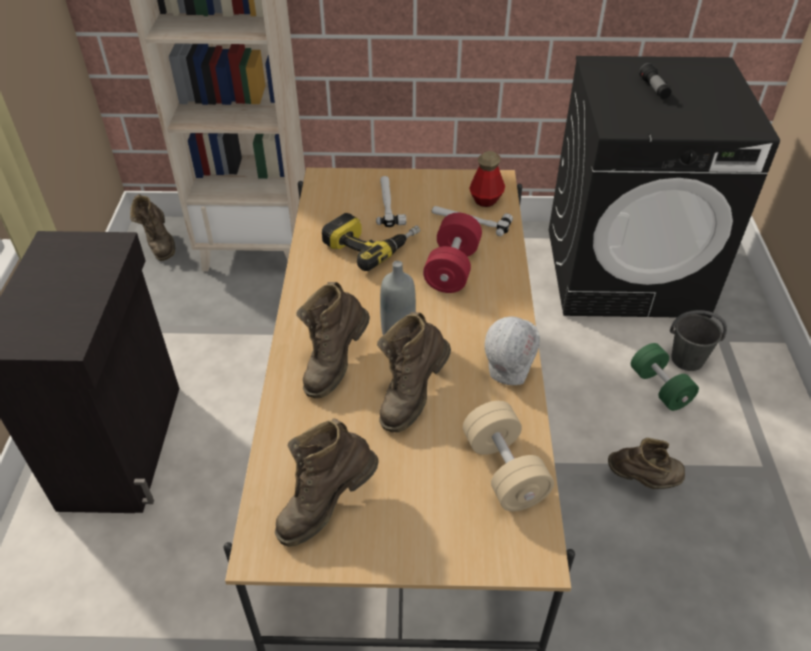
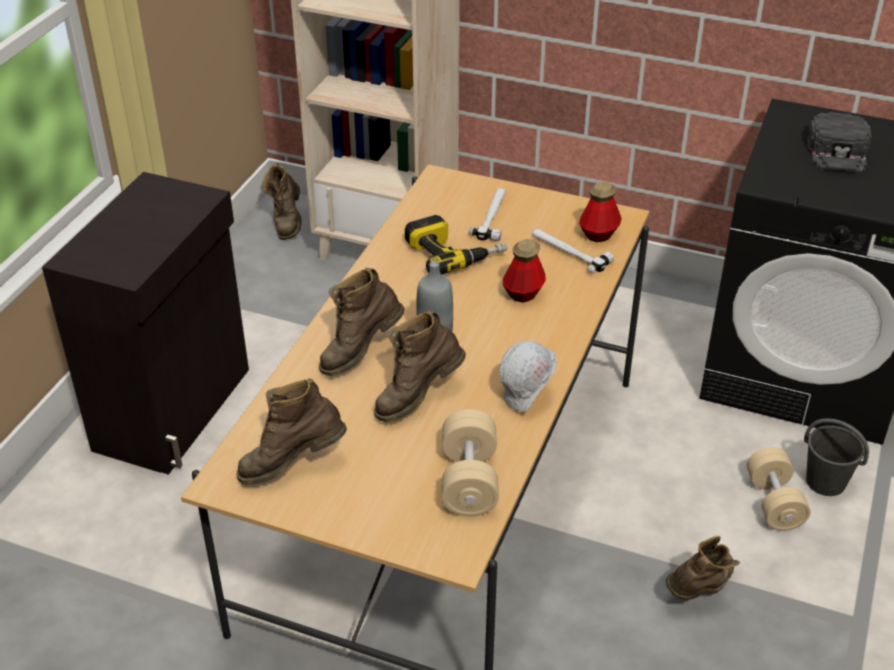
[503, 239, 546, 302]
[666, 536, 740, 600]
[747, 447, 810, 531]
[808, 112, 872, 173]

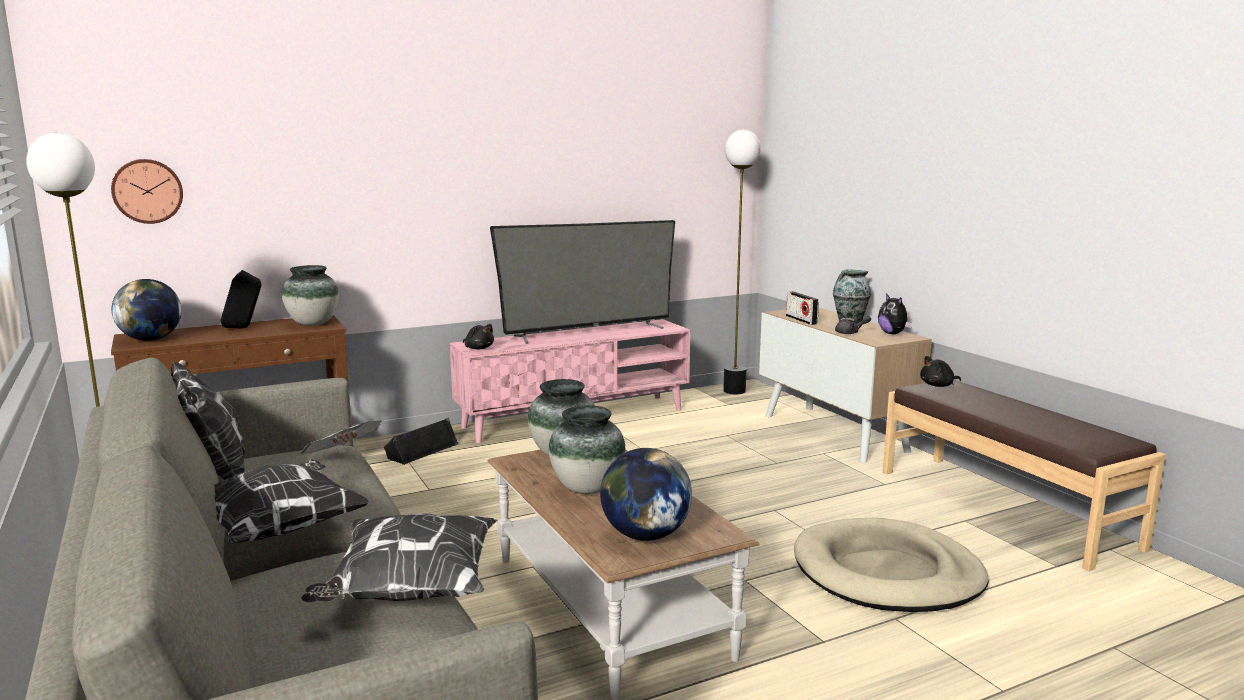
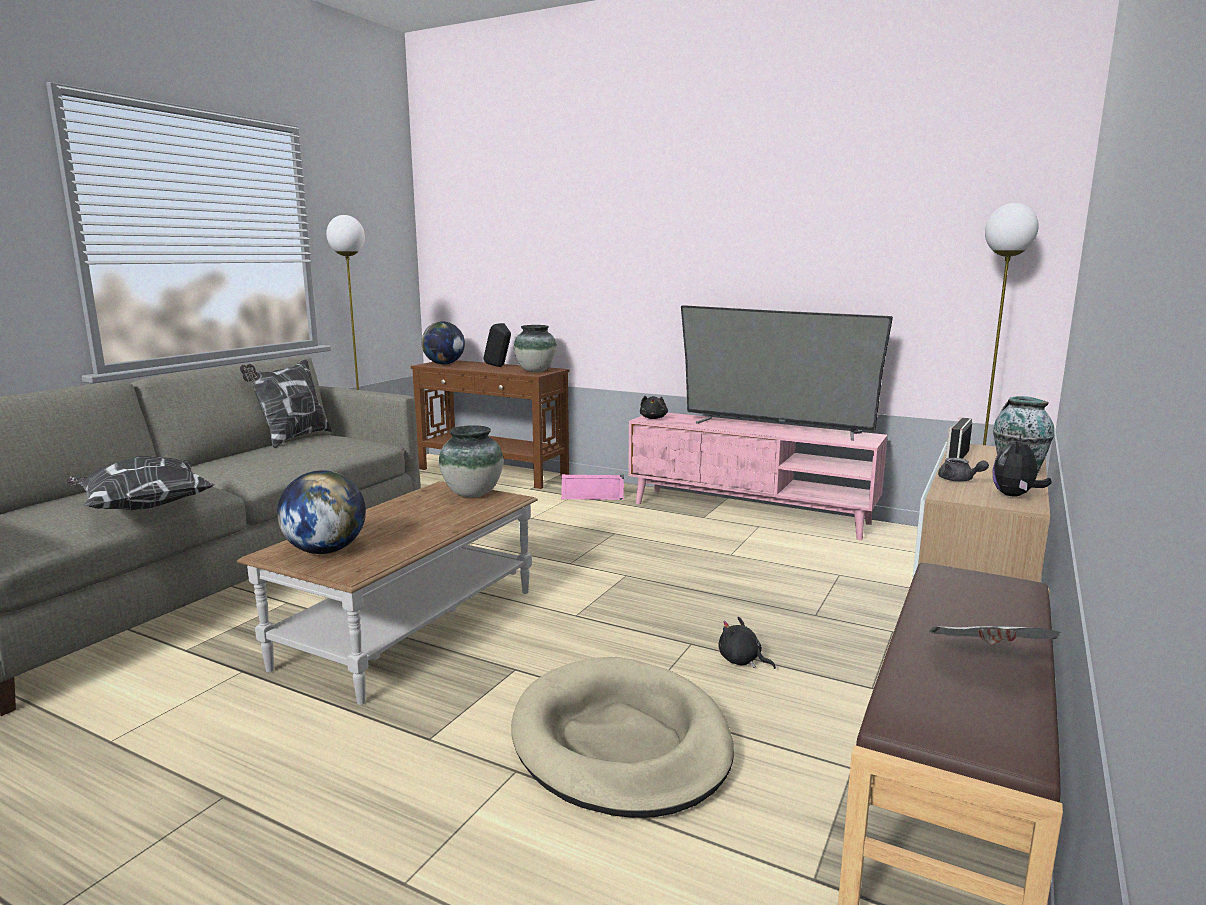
[111, 159, 183, 224] (first image)
[214, 459, 370, 544] (first image)
[929, 626, 1061, 645]
[561, 474, 624, 500]
[549, 405, 625, 494] (first image)
[718, 617, 776, 669]

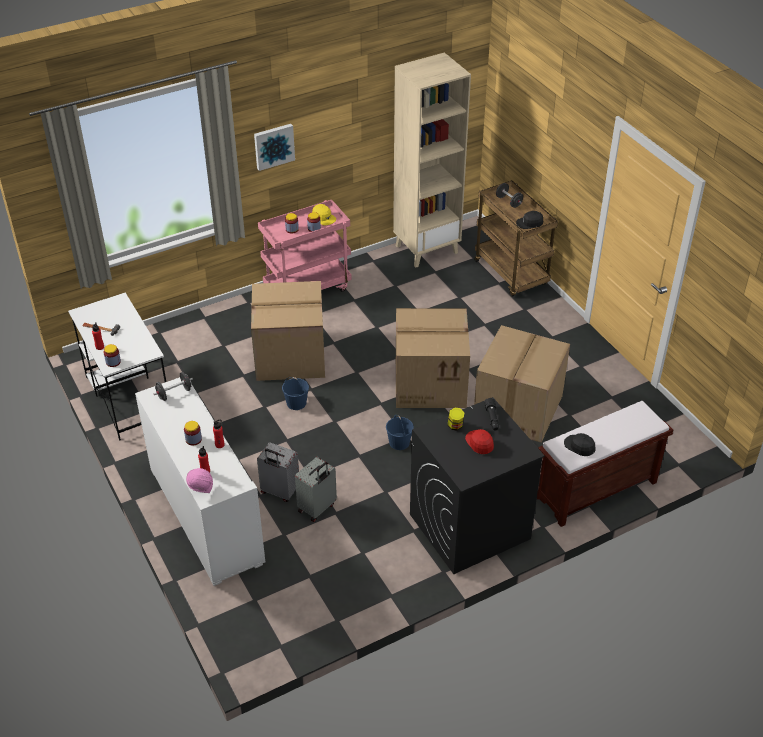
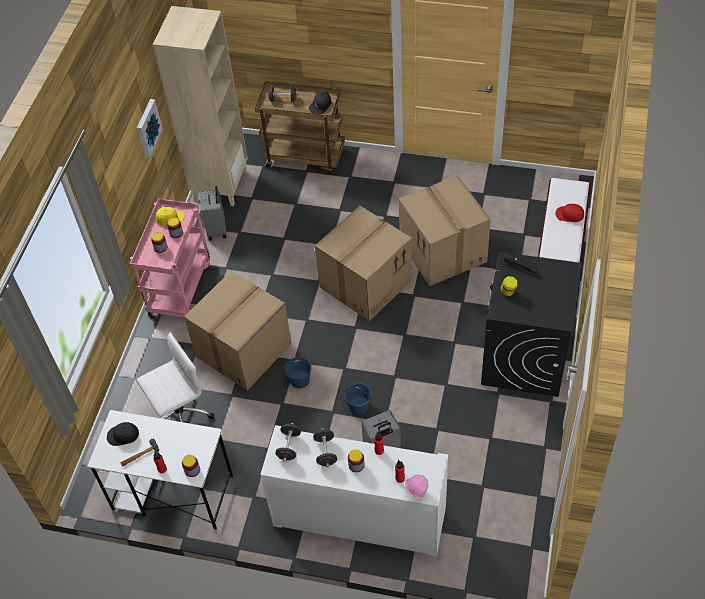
[137, 99, 163, 158]
[199, 186, 226, 240]
[344, 383, 372, 415]
[555, 204, 584, 222]
[107, 422, 139, 446]
[136, 332, 214, 422]
[313, 428, 337, 468]

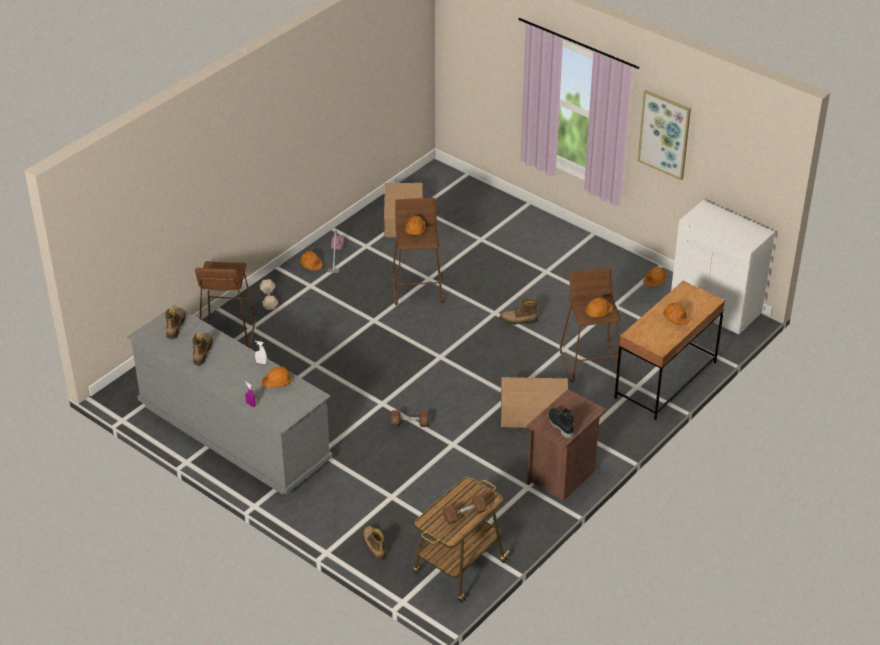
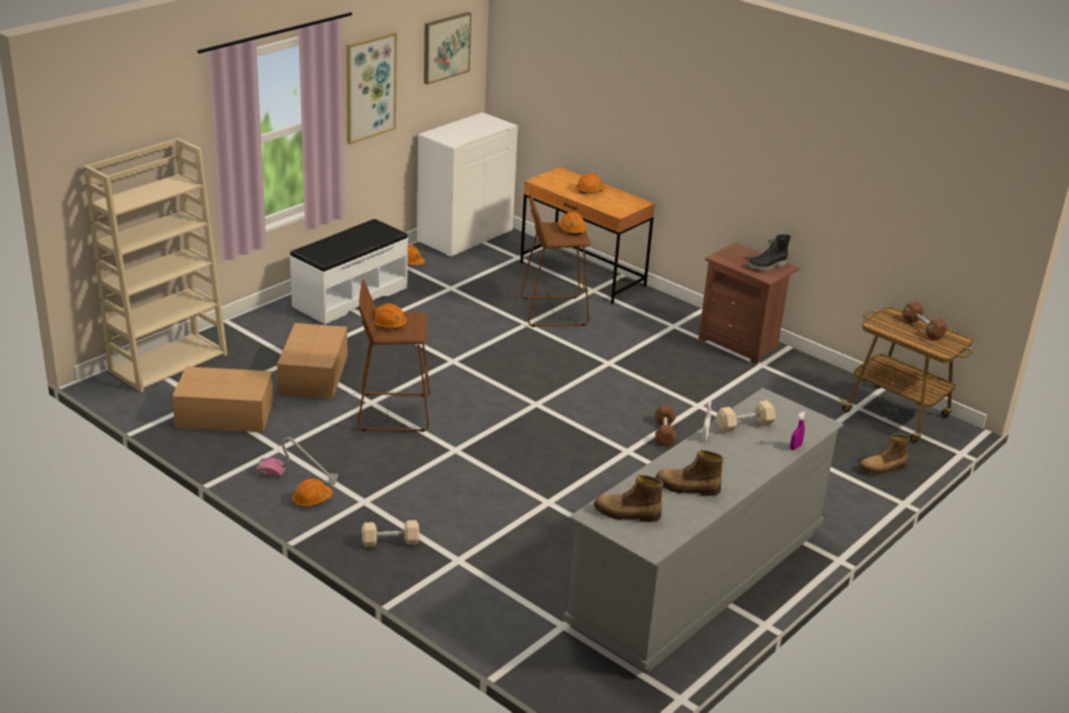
[195, 261, 256, 348] (first image)
[716, 400, 775, 433]
[499, 299, 538, 325] (first image)
[277, 323, 348, 399]
[84, 138, 228, 392]
[290, 219, 408, 324]
[424, 12, 471, 85]

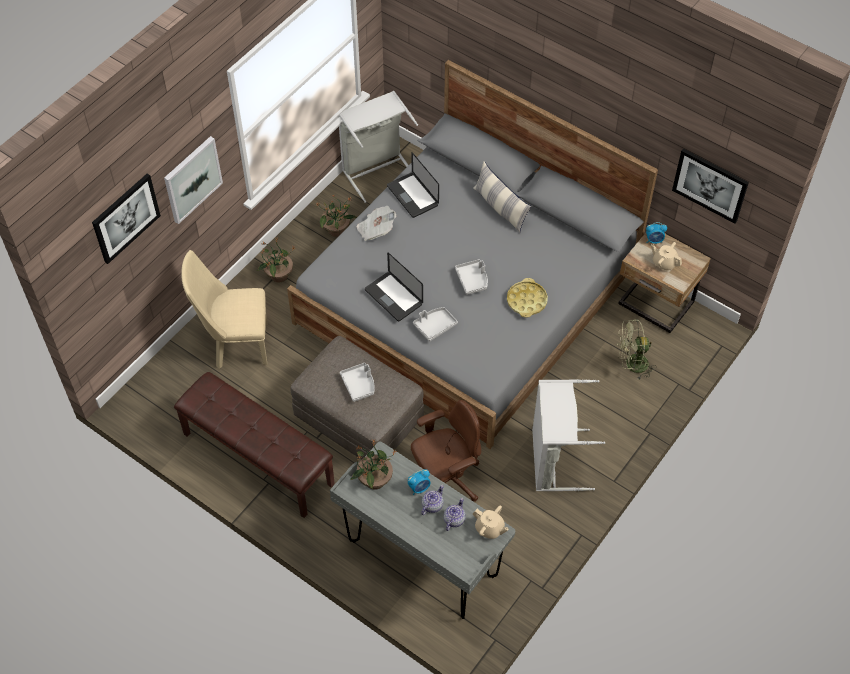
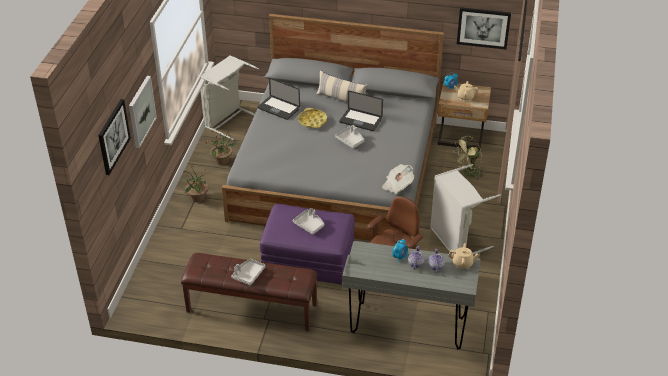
[181, 250, 268, 369] (first image)
[260, 204, 355, 284]
[350, 439, 397, 490] (first image)
[382, 164, 414, 194]
[339, 91, 383, 131]
[231, 259, 266, 286]
[298, 108, 327, 128]

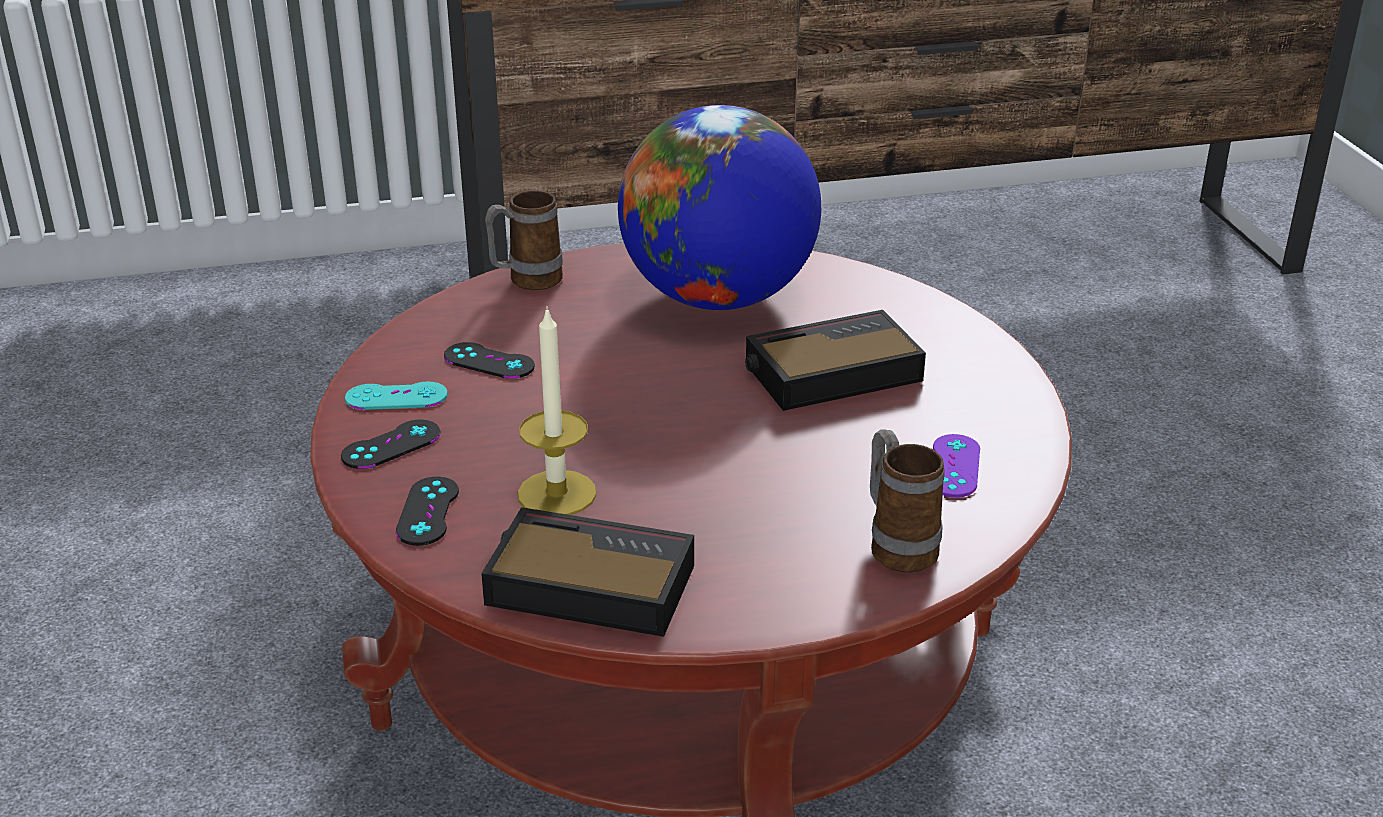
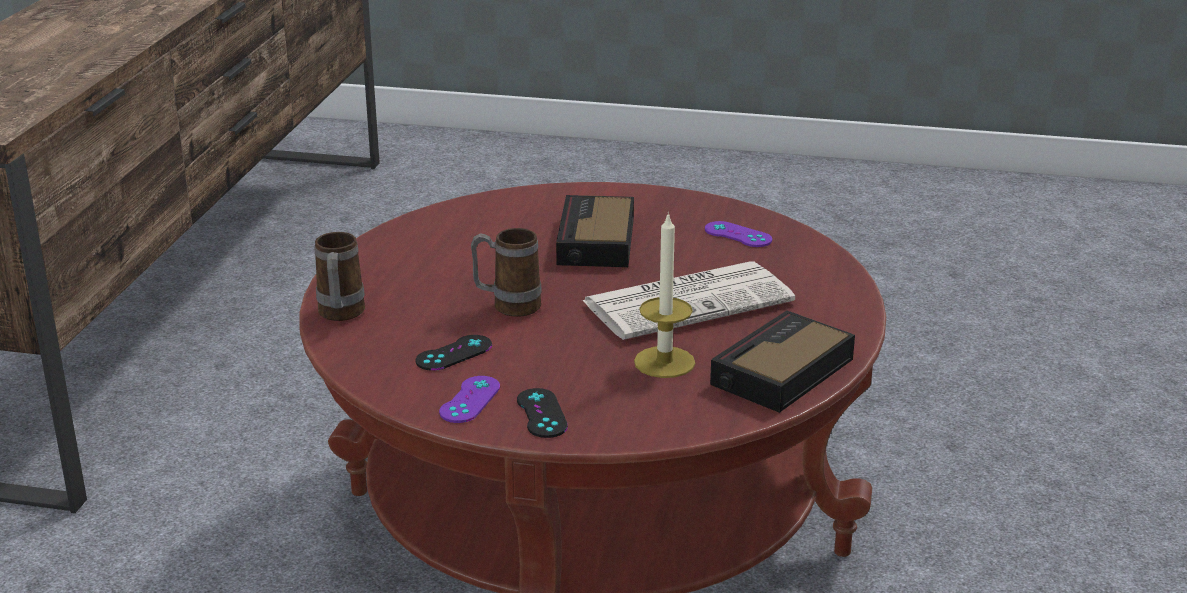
[439, 376, 500, 423]
[396, 476, 459, 546] (first image)
[618, 105, 821, 310] (first image)
[471, 228, 542, 317]
[581, 261, 795, 340]

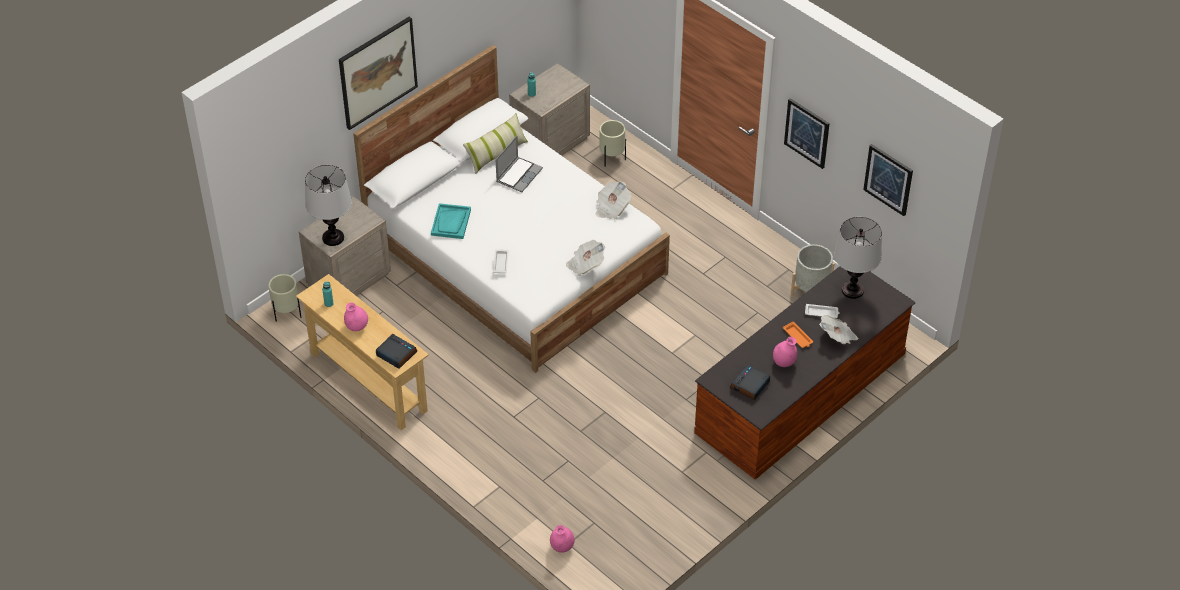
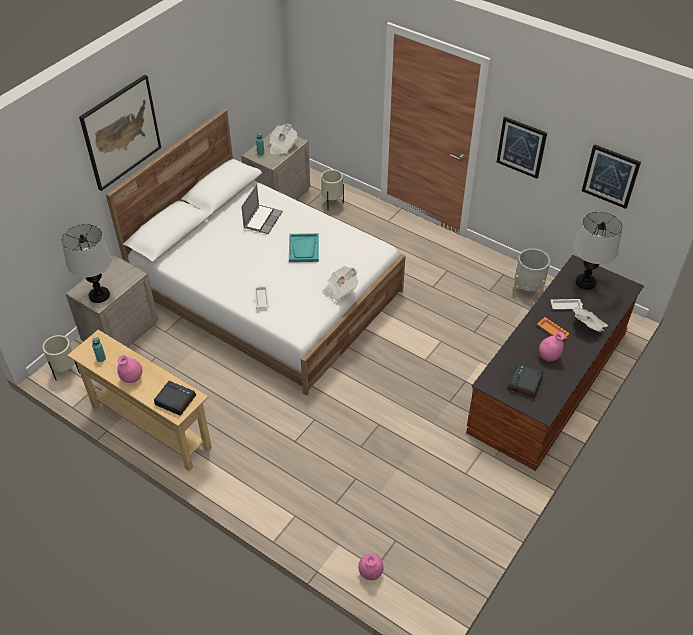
[289, 233, 319, 262]
[463, 113, 528, 174] (first image)
[269, 124, 297, 154]

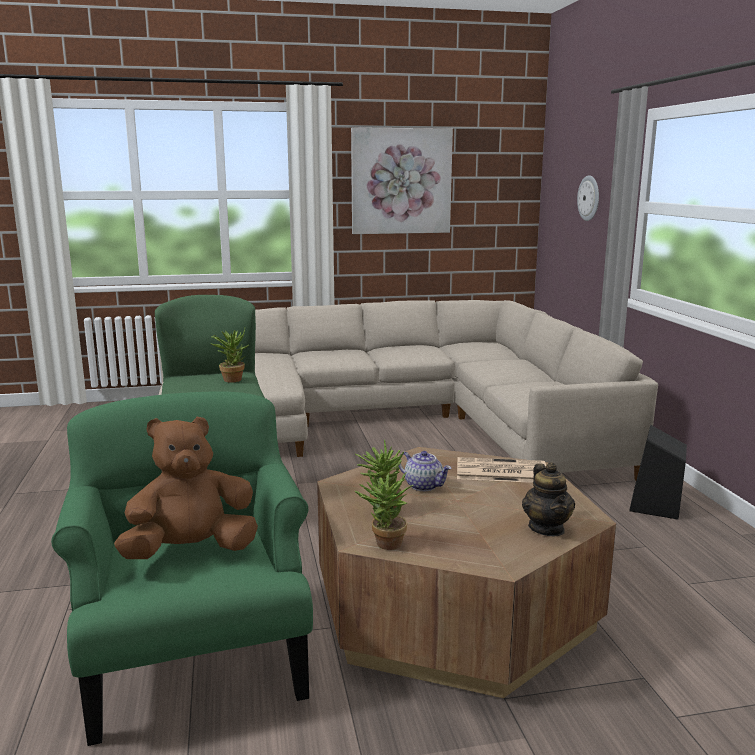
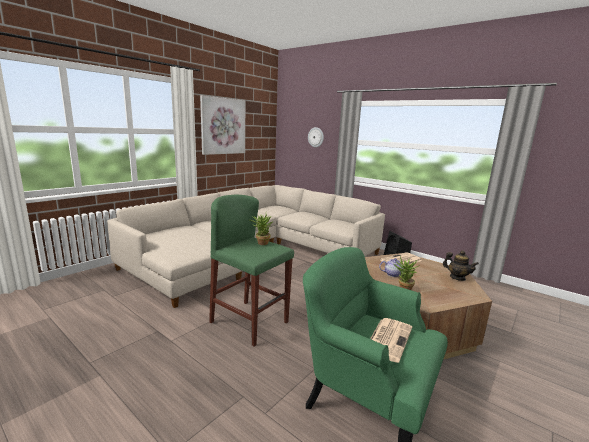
[370, 318, 412, 363]
[355, 470, 414, 550] (first image)

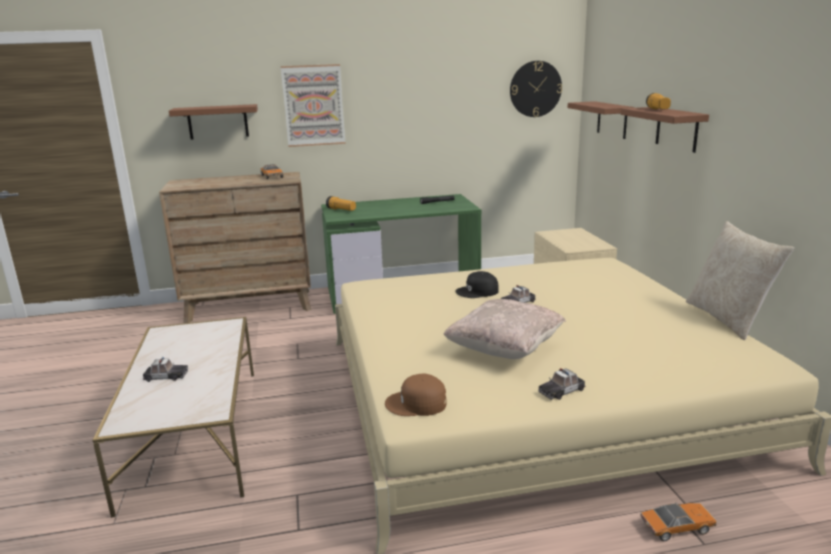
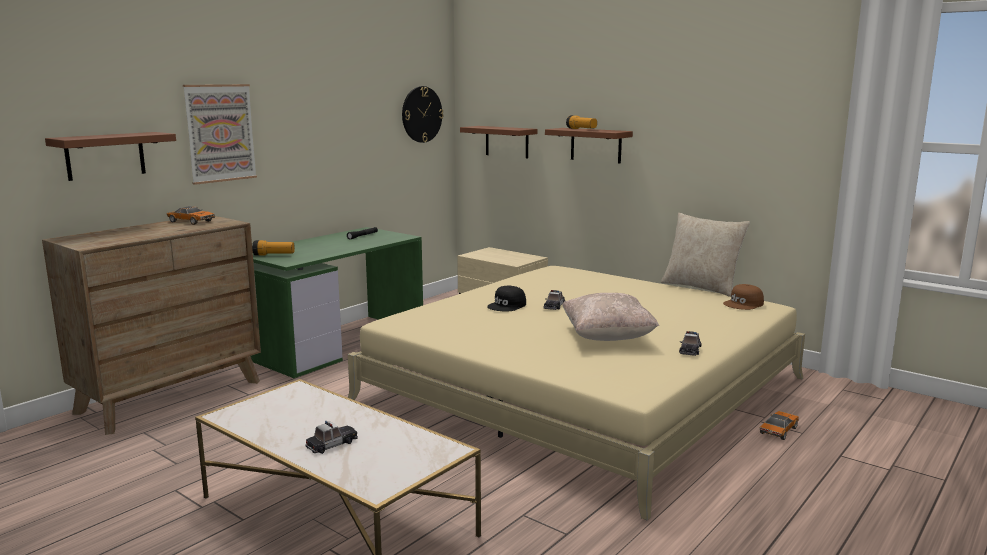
[723, 284, 764, 310]

